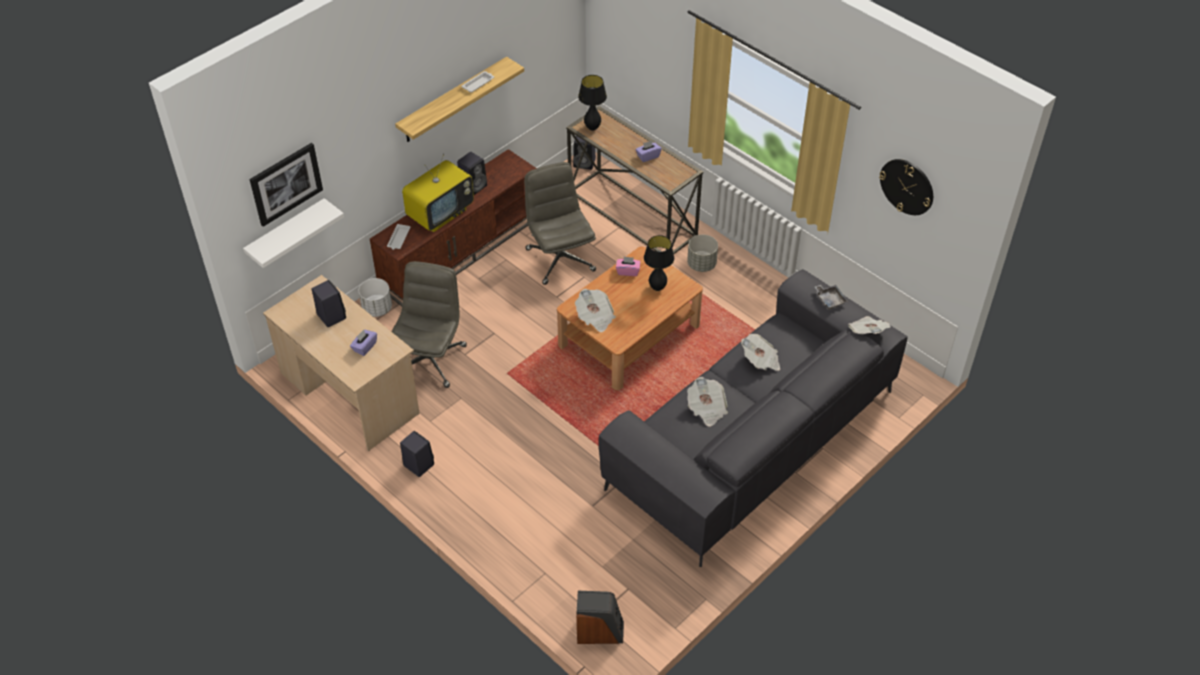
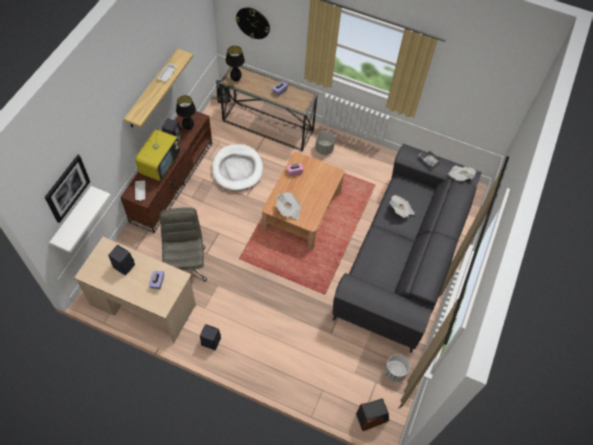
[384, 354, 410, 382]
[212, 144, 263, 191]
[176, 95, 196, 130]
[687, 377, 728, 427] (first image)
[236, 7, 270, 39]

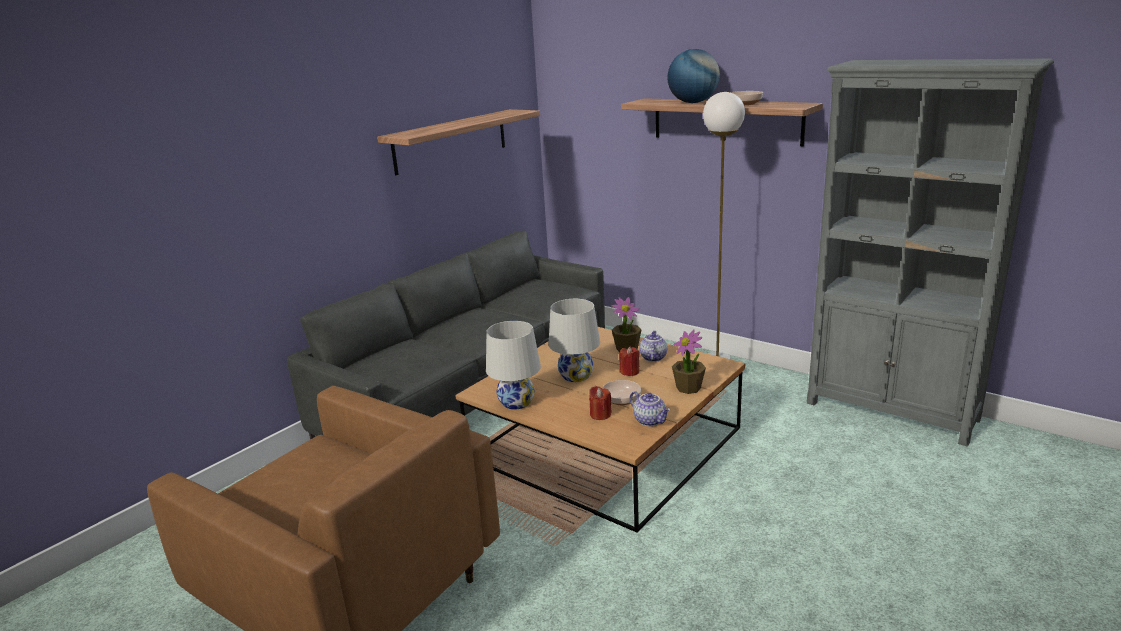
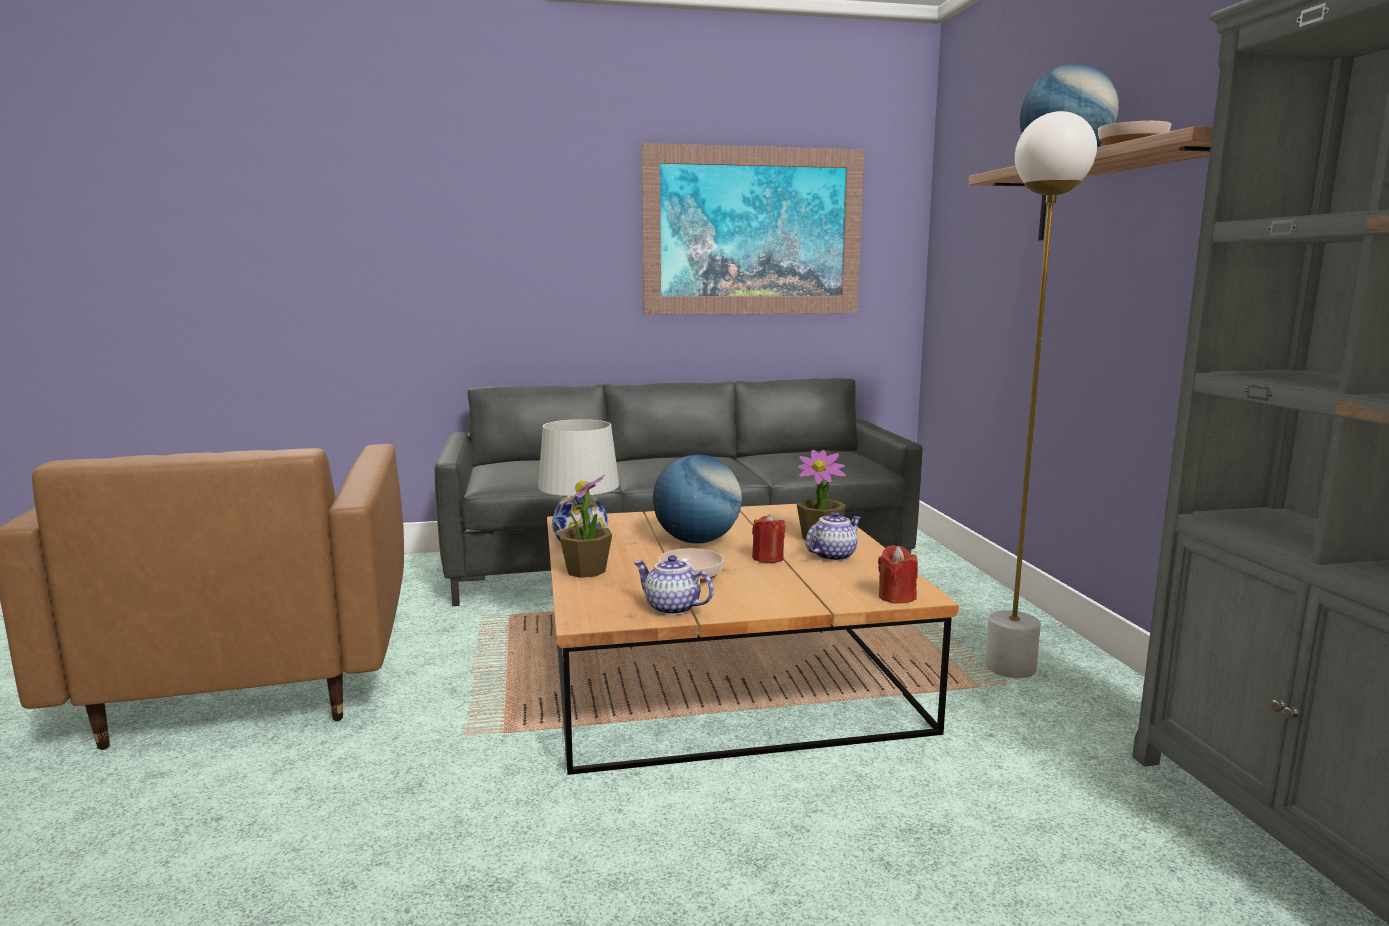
[641, 143, 864, 315]
[653, 454, 742, 544]
[878, 545, 918, 603]
[634, 555, 714, 615]
[558, 475, 612, 578]

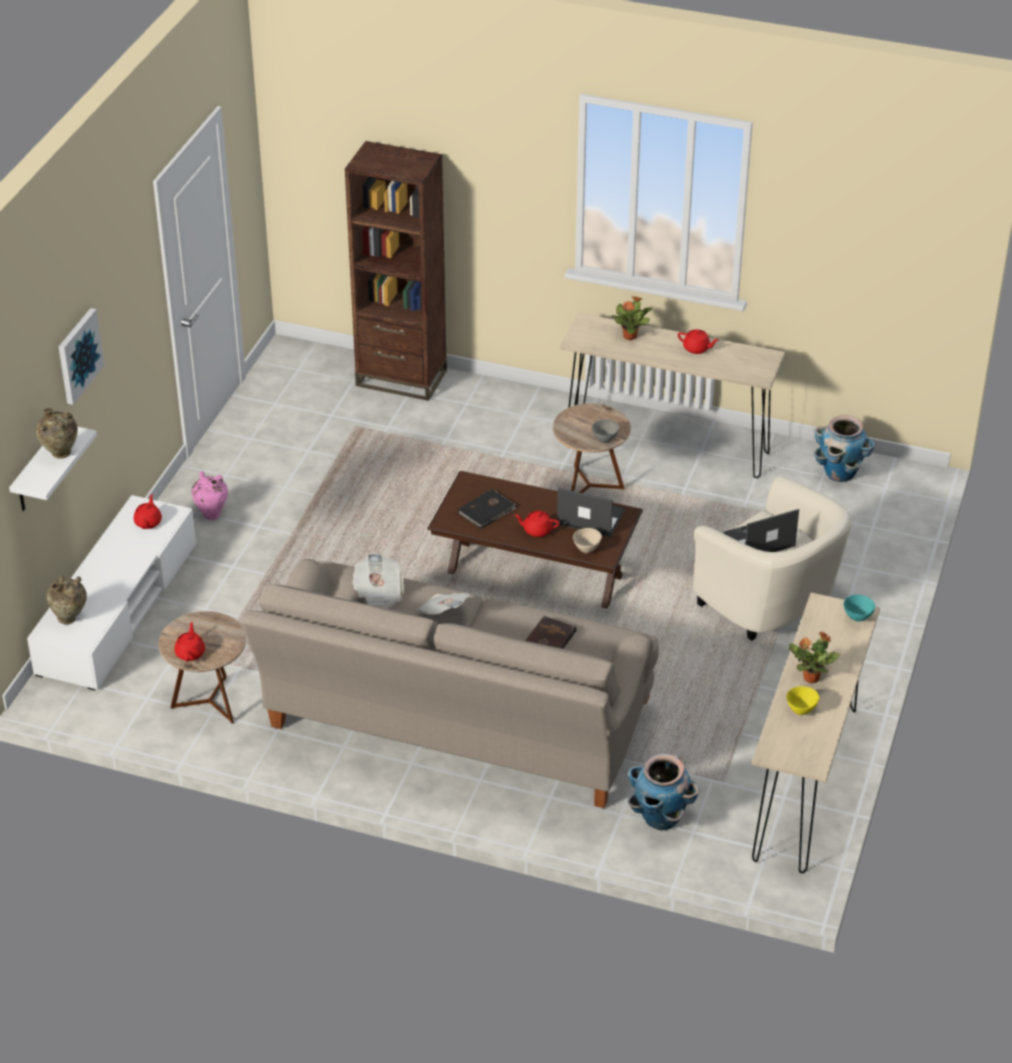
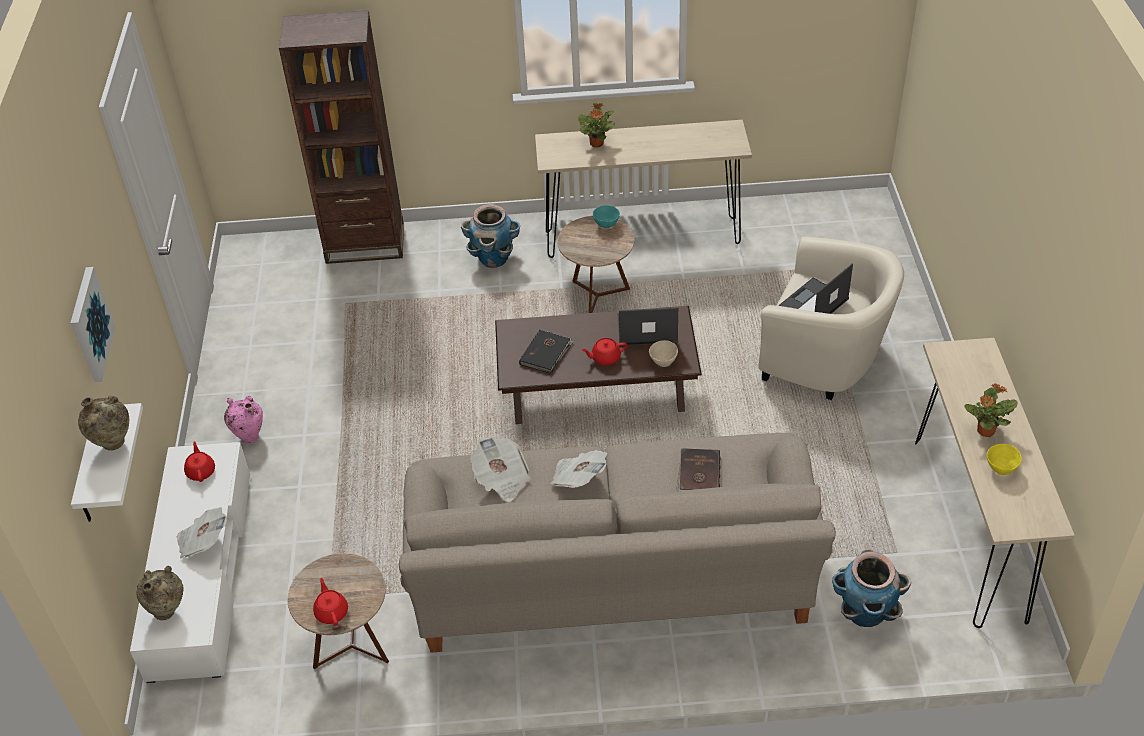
[592, 419, 620, 443] (first image)
[678, 329, 719, 354] (first image)
[461, 204, 520, 268]
[593, 205, 620, 228]
[177, 507, 227, 558]

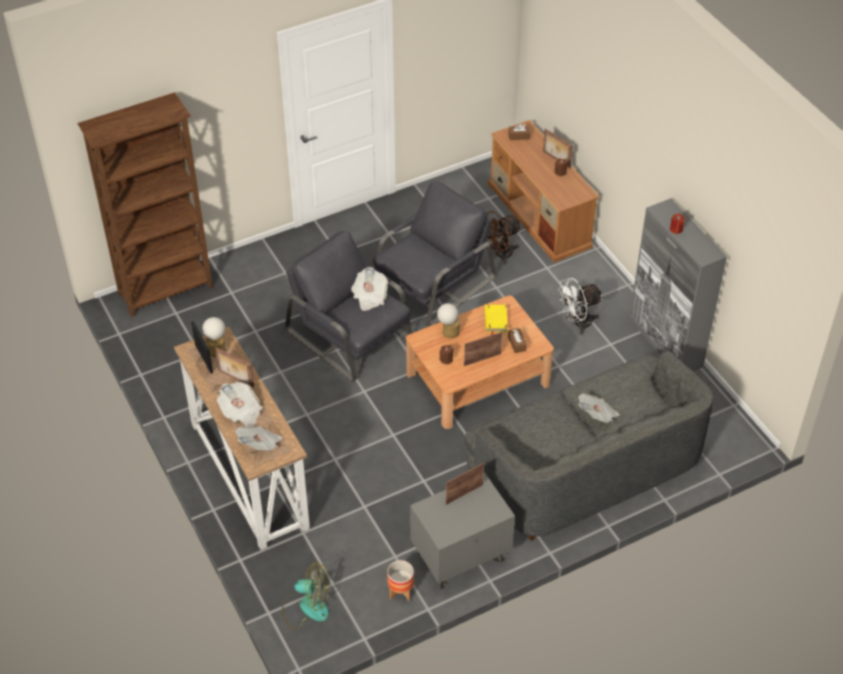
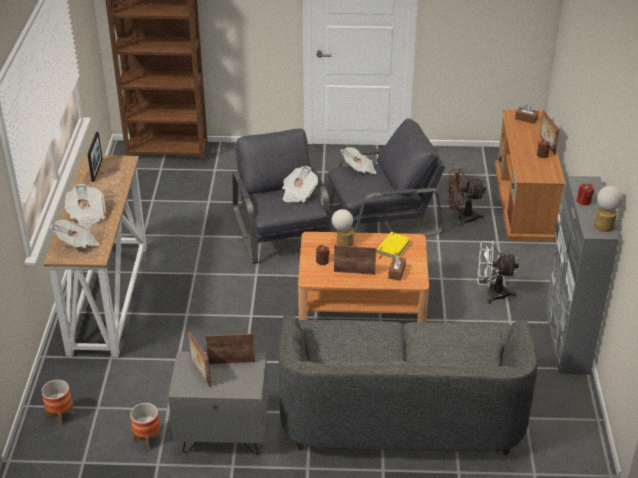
[594, 186, 623, 232]
[188, 330, 211, 387]
[41, 380, 75, 425]
[341, 147, 376, 174]

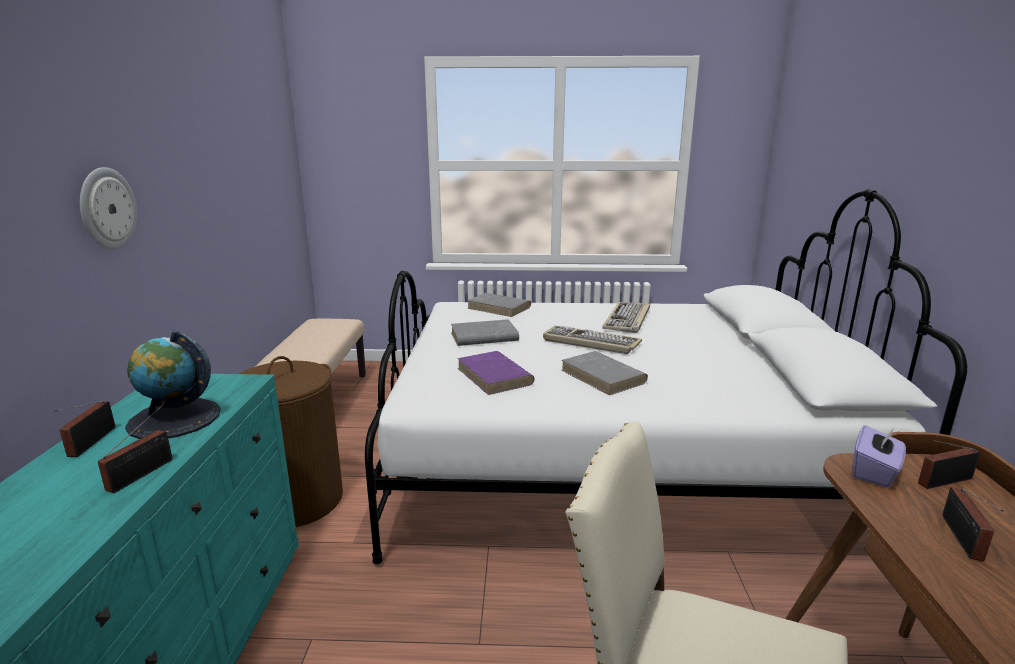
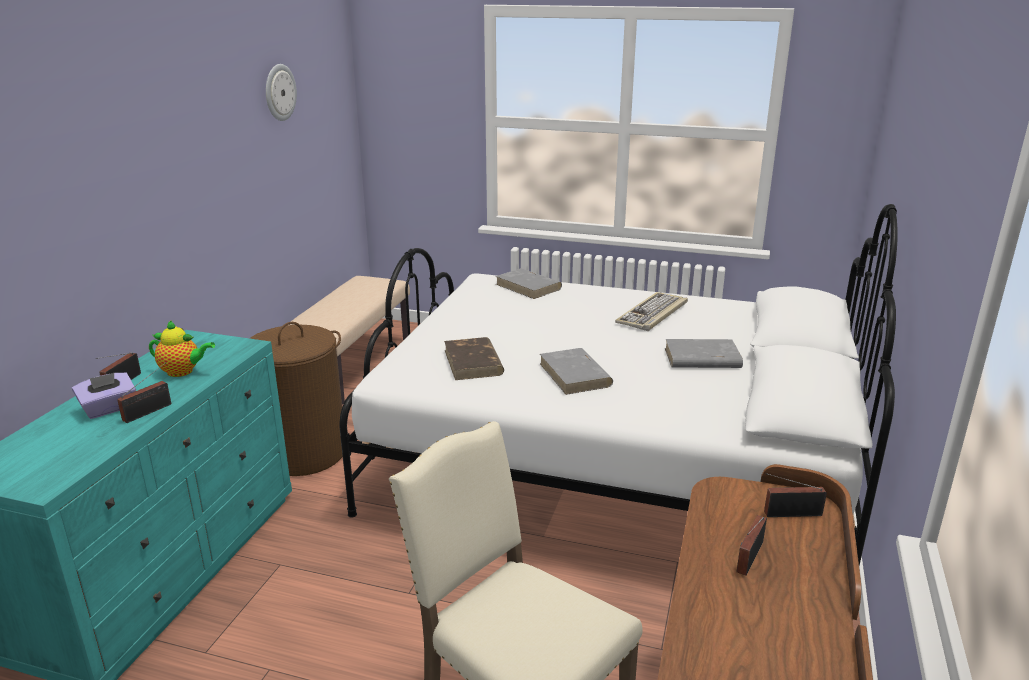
[266, 64, 297, 121]
[149, 321, 215, 377]
[665, 339, 743, 368]
[444, 337, 504, 380]
[543, 326, 642, 354] (first image)
[72, 373, 136, 419]

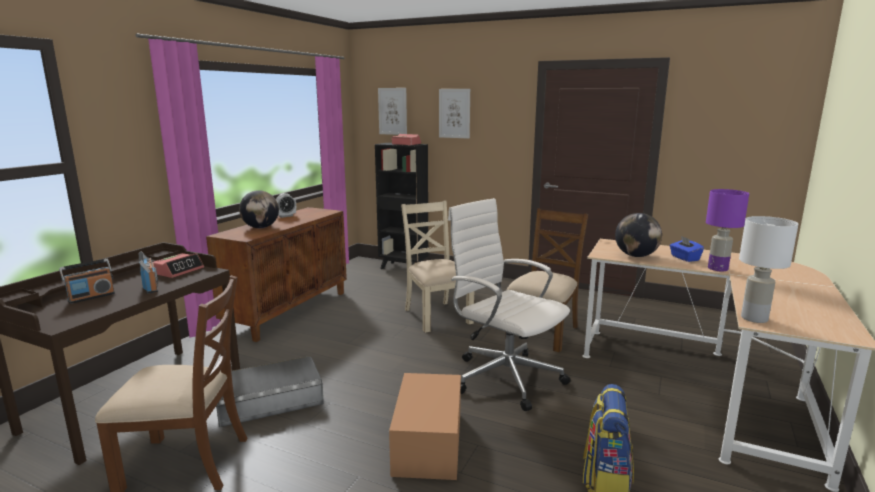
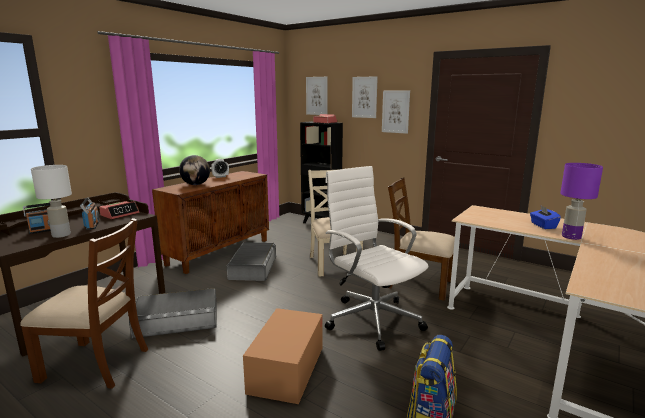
[388, 177, 455, 301]
[615, 213, 662, 257] (first image)
[31, 165, 72, 238]
[227, 242, 276, 281]
[382, 91, 410, 134]

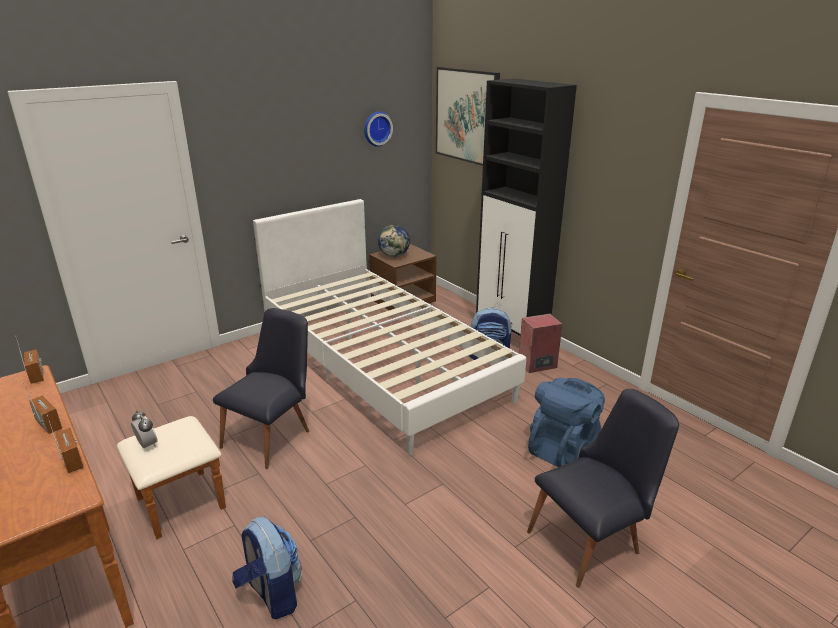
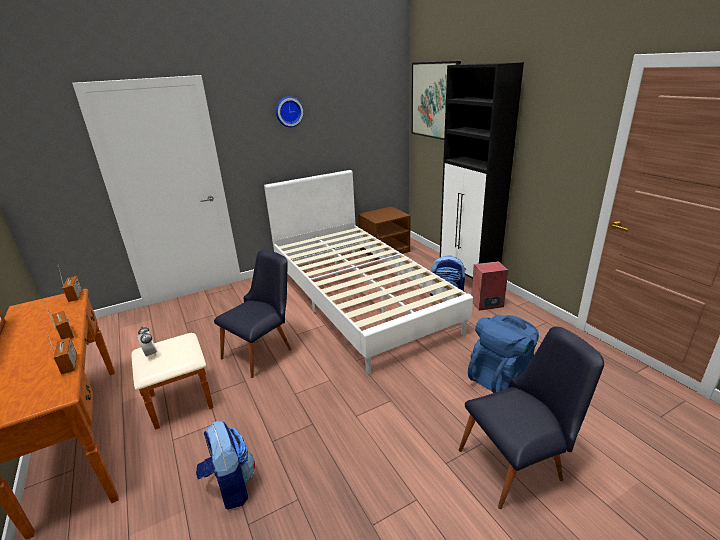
[276, 96, 304, 127]
[378, 225, 410, 257] (first image)

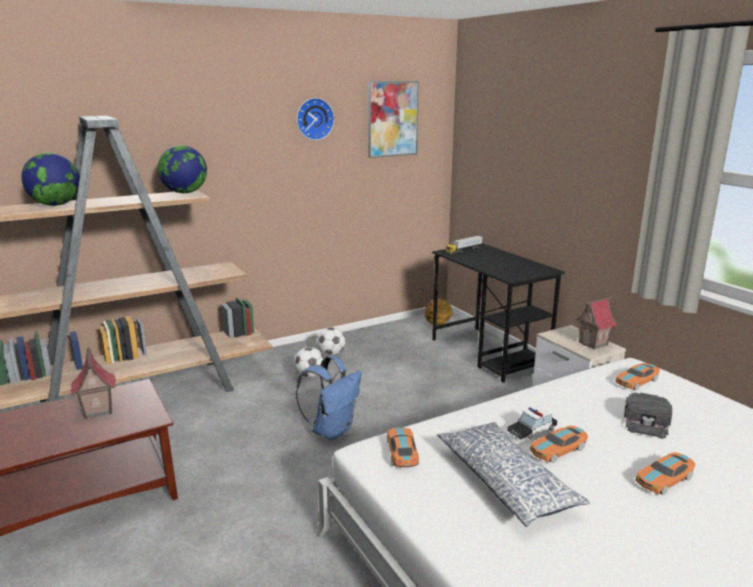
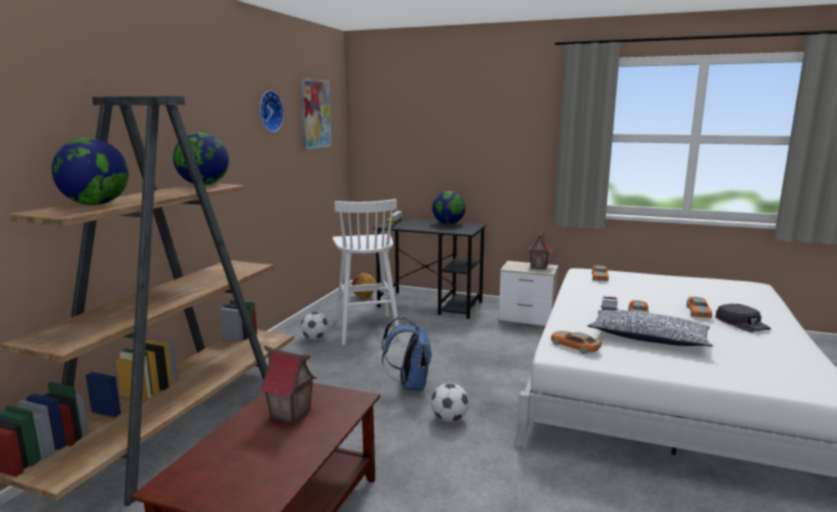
[431, 383, 469, 422]
[716, 304, 771, 332]
[332, 199, 401, 345]
[432, 191, 466, 224]

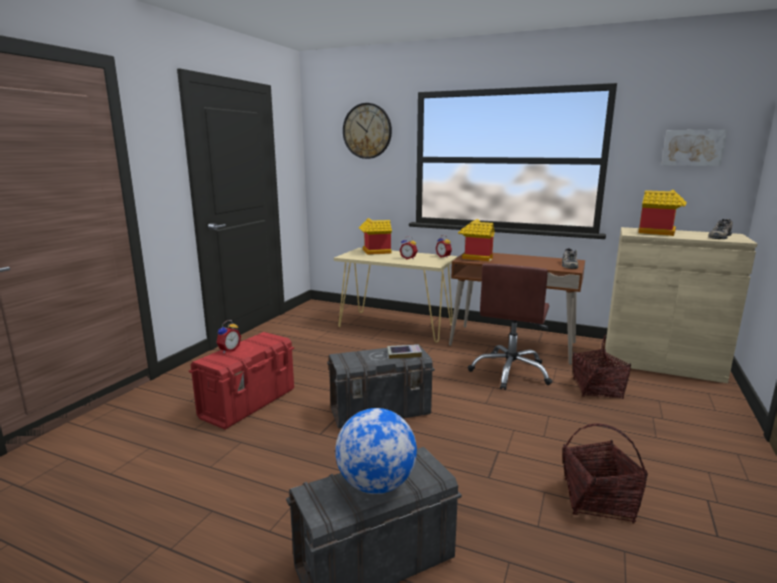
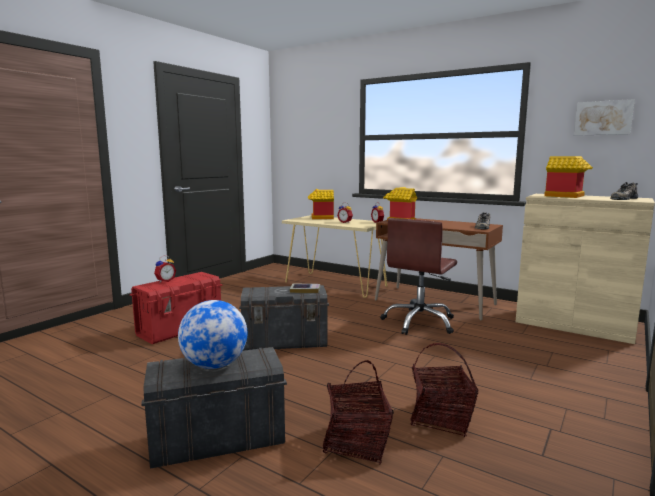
[343, 103, 392, 159] (first image)
[323, 360, 394, 465]

